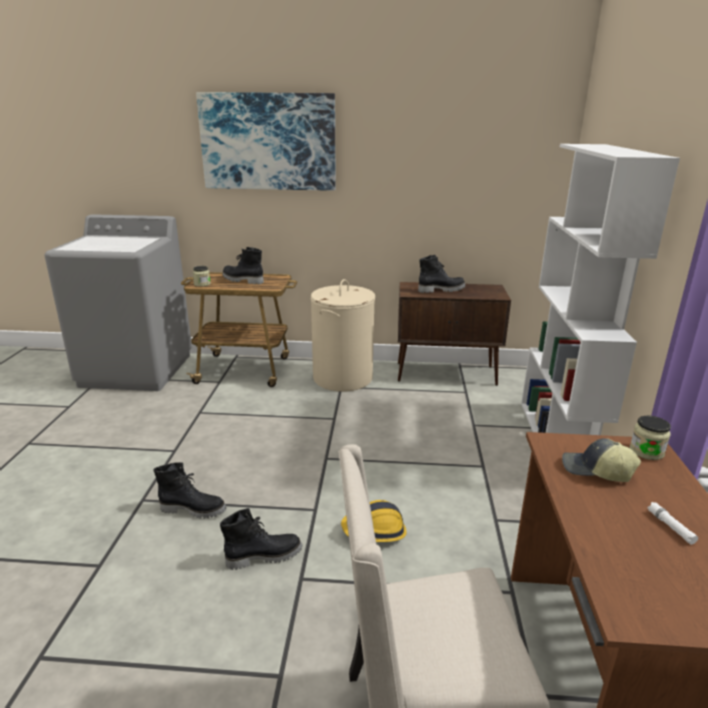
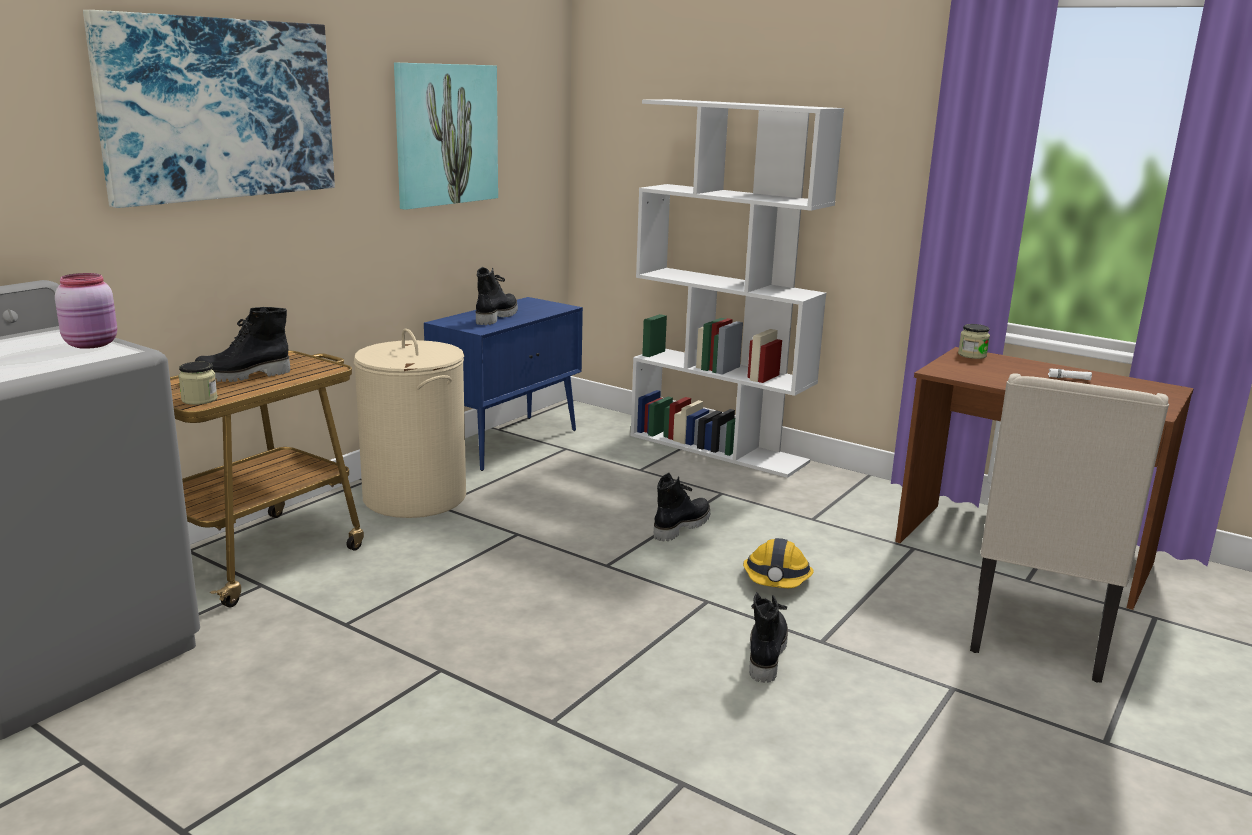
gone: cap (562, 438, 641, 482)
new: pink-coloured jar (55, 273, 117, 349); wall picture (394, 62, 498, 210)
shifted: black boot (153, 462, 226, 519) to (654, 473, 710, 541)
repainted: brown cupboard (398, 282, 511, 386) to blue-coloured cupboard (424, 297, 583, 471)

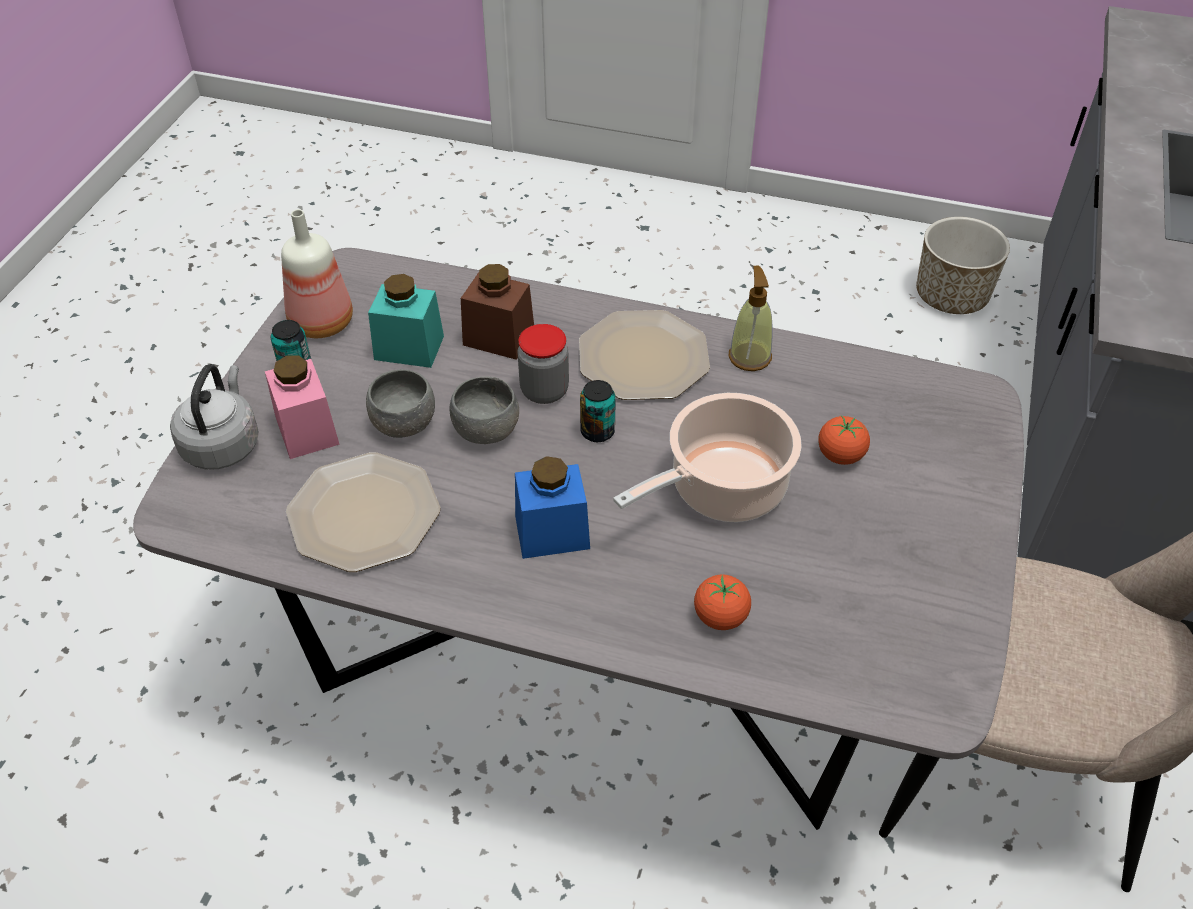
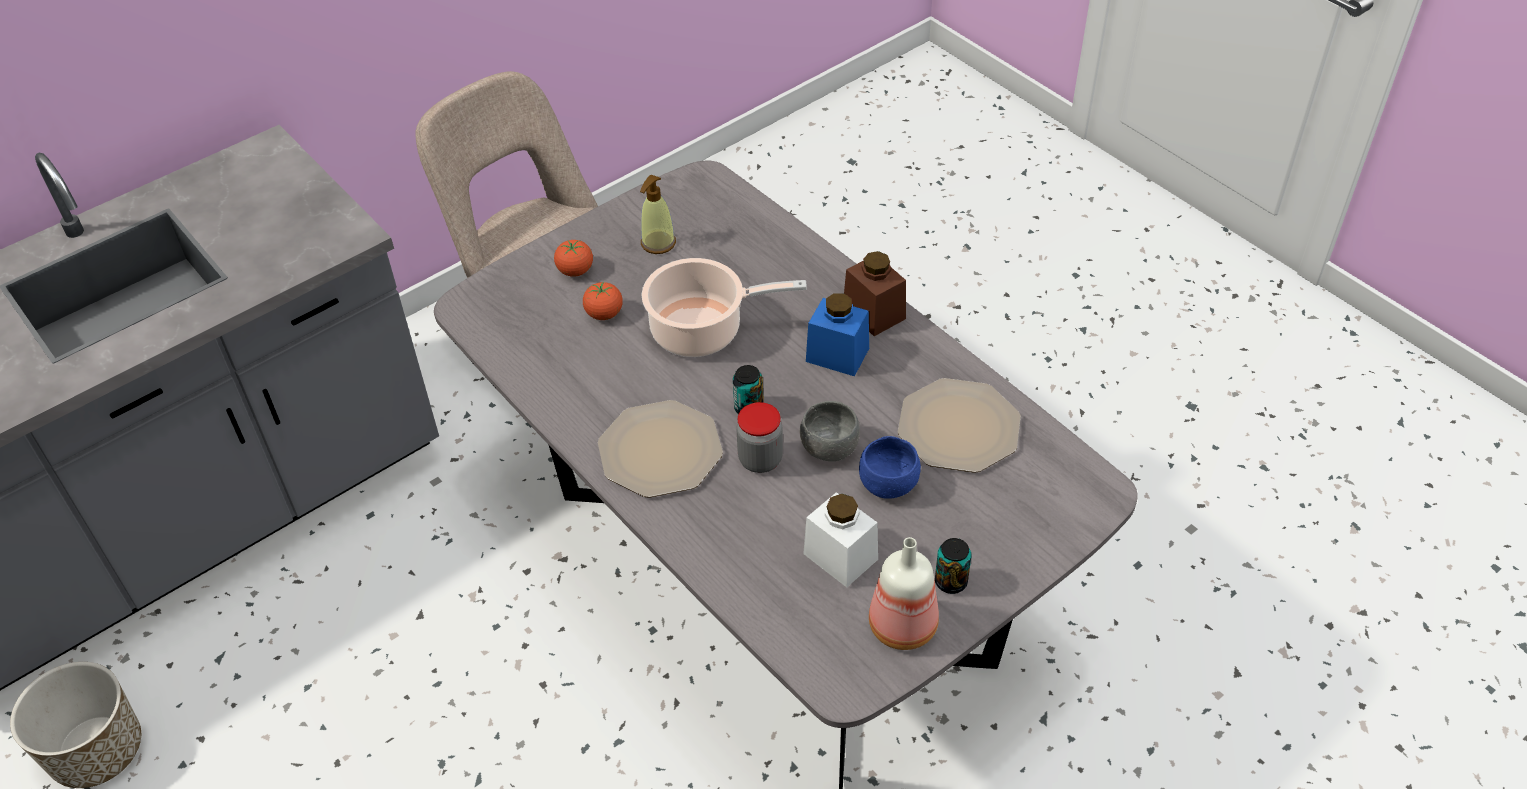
gone: gray kettle (170, 364, 259, 470); pink-coloured jar (265, 355, 340, 459)
shifted: fresh tomato (694, 574, 751, 630) to (554, 240, 593, 276); liquid soap bottle (729, 266, 773, 371) to (640, 175, 676, 254); brown jar (461, 264, 534, 360) to (844, 251, 906, 336)
repainted: blue-green jar (368, 274, 444, 368) to whitish jar (803, 492, 878, 588); gray deep dish (366, 369, 435, 438) to blue-coloured deep dish (859, 436, 921, 499)

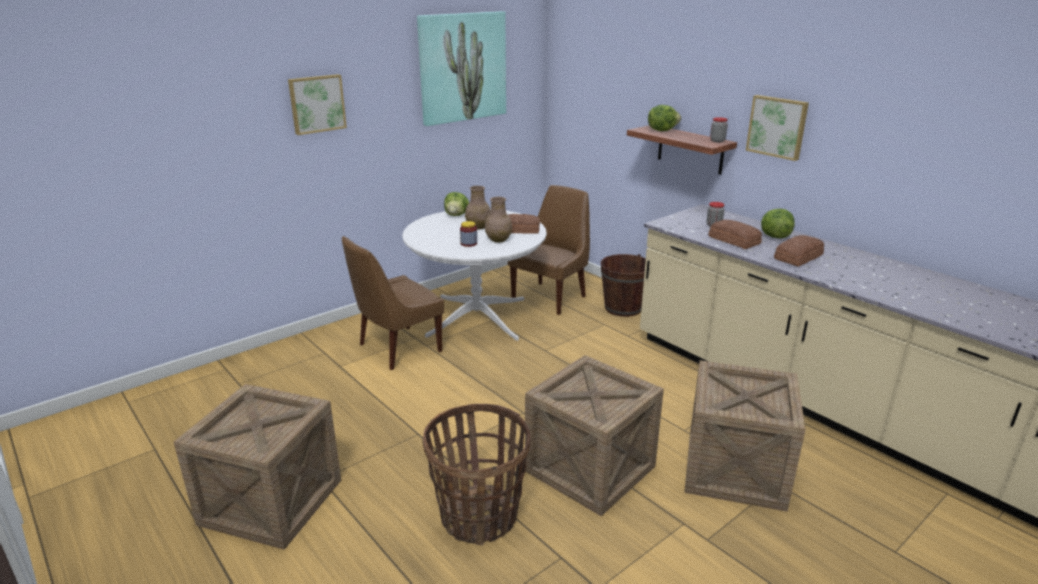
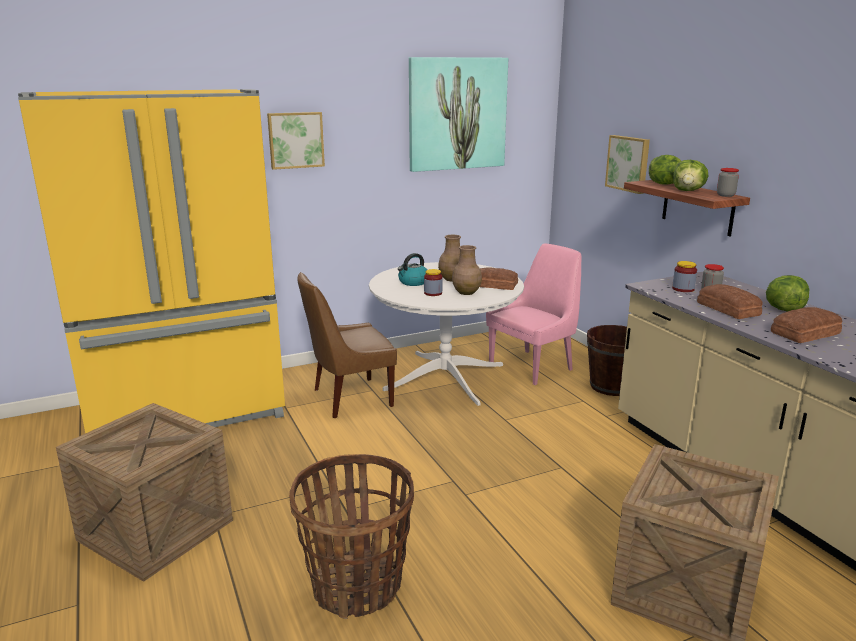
gone: packing crate (525, 355, 664, 516)
new: yellowish kitchen fridge (18, 89, 285, 433); kettle (398, 253, 427, 286); jar (672, 261, 697, 292)
shifted: wall picture (746, 95, 809, 161) to (605, 135, 650, 194); lettuce (444, 192, 469, 216) to (673, 160, 709, 191)
repainted: brown chair (507, 185, 590, 315) to pink-coloured chair (486, 243, 581, 385)

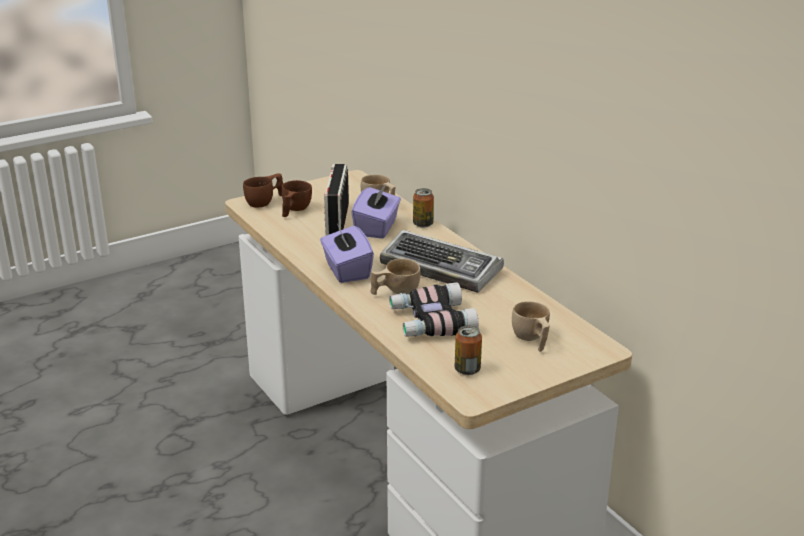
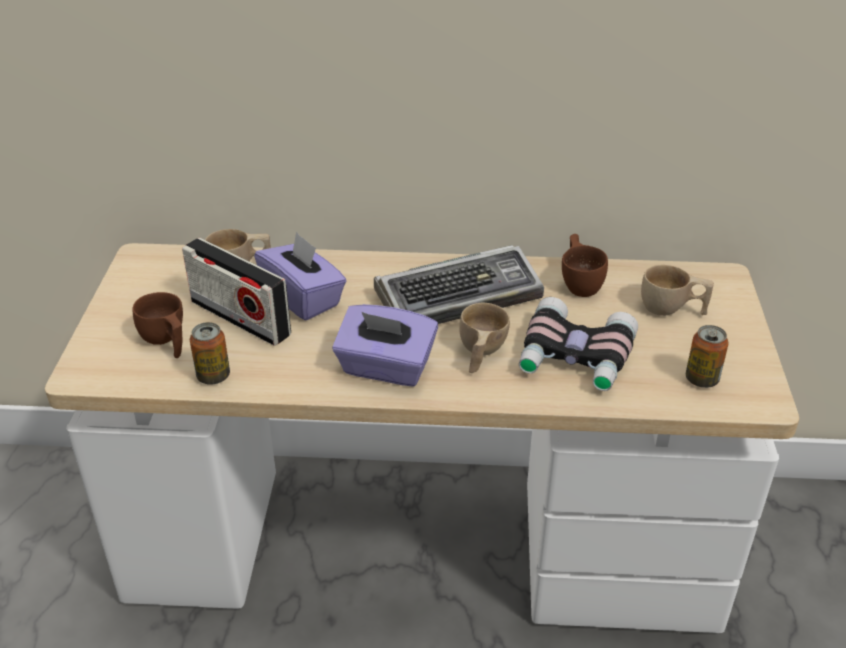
shifted: can (413, 188, 434, 227) to (190, 322, 230, 385); brown small cup (243, 174, 283, 207) to (562, 234, 608, 297)

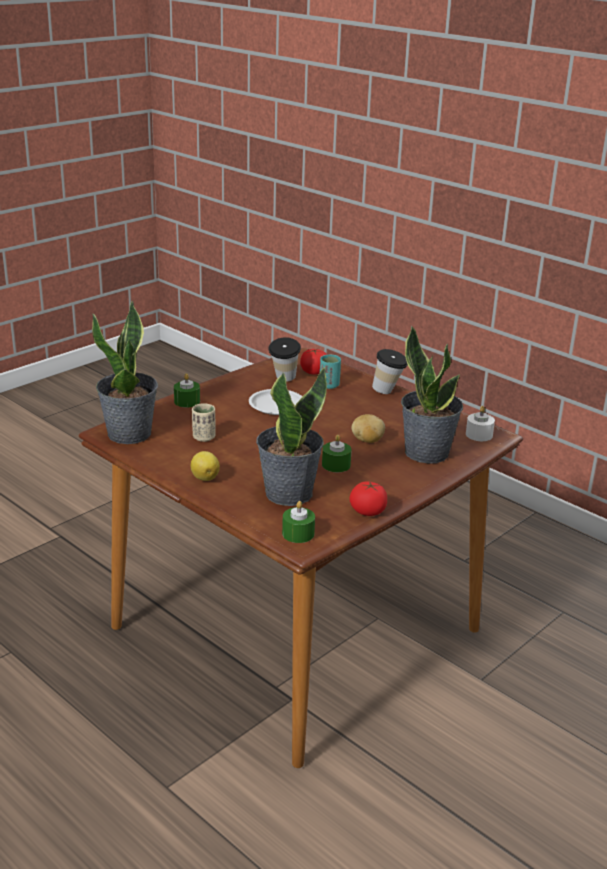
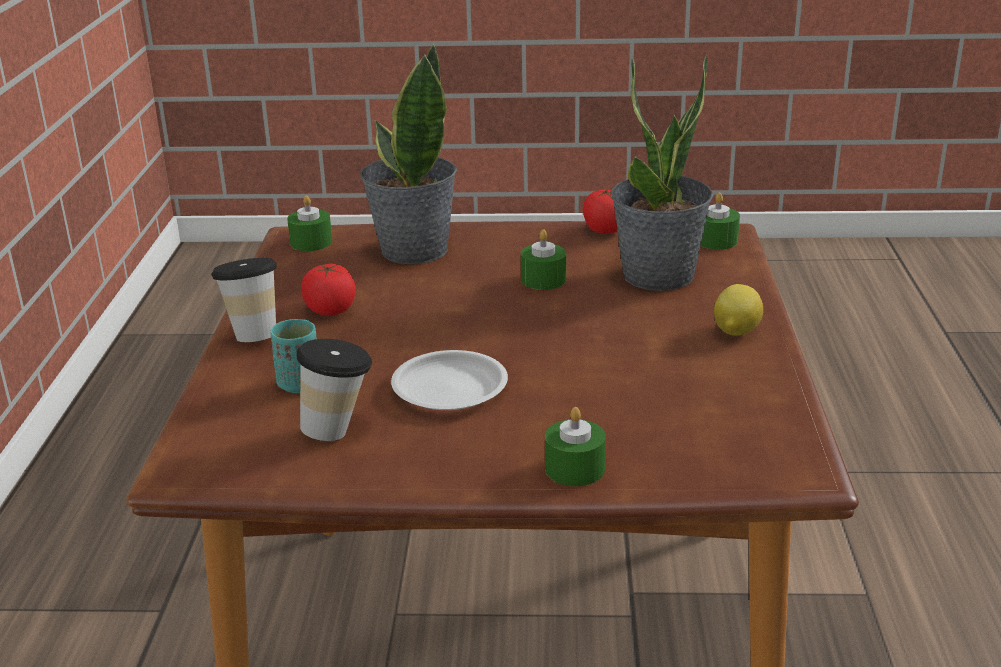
gone: houseplant (92, 300, 158, 444); beige small cup (192, 403, 216, 442); potato (352, 414, 385, 443)
shifted: fresh tomato (300, 349, 327, 375) to (301, 264, 356, 316)
repainted: whitish wax light (466, 406, 495, 441) to green-coloured wax light (287, 195, 332, 251)

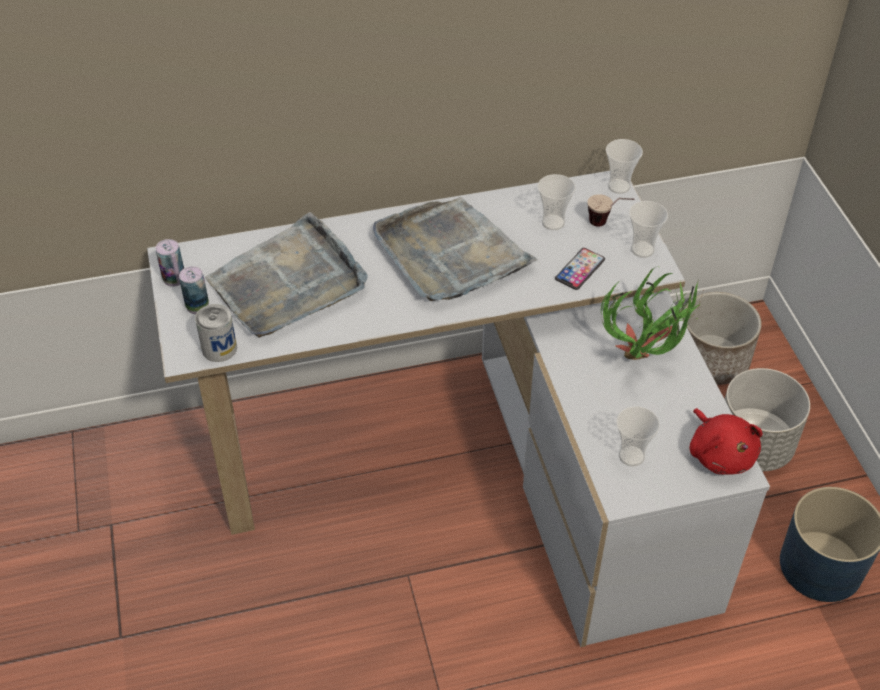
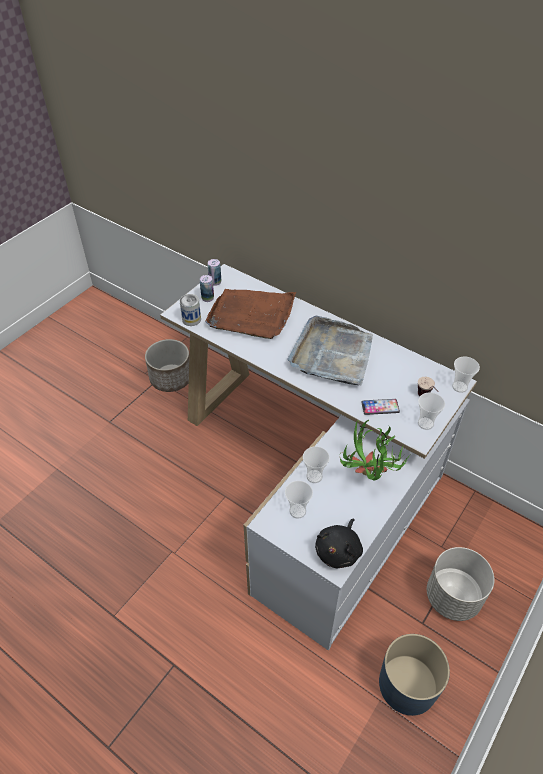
shifted: plant pot (683, 292, 762, 385) to (145, 339, 189, 392); small cup (538, 174, 576, 230) to (303, 446, 330, 483)
repainted: gray serving tray (205, 212, 368, 338) to brown serving tray (205, 289, 296, 339); red plush toy (690, 408, 763, 475) to black plush toy (315, 519, 363, 568)

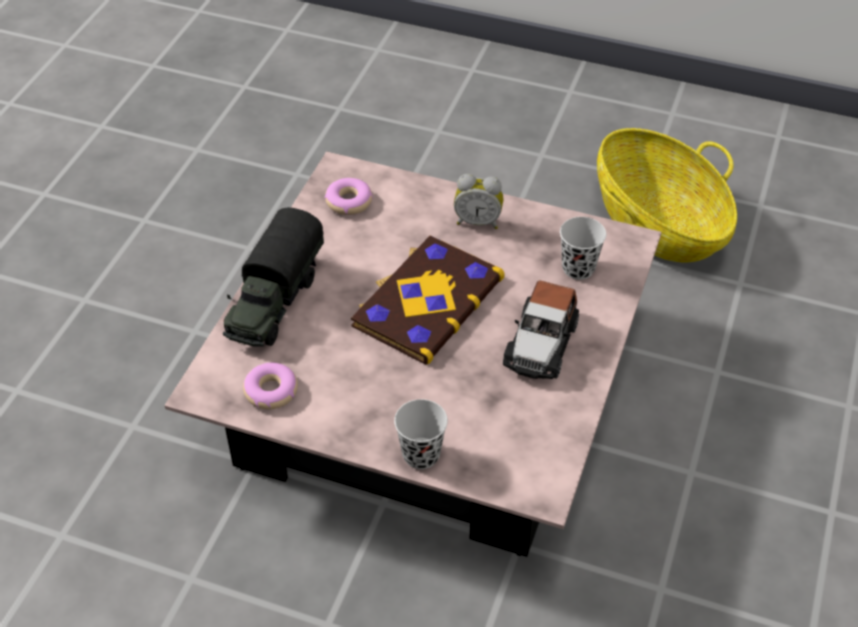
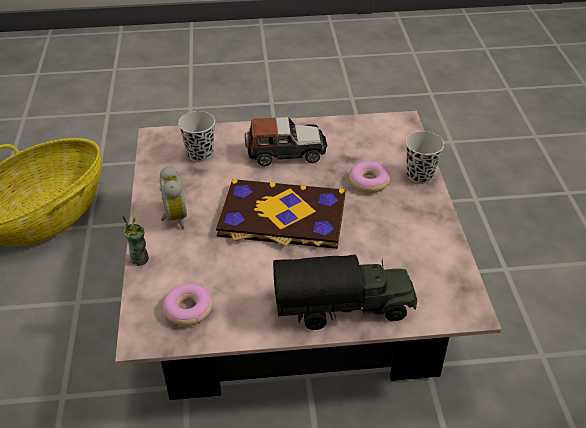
new: small cup (123, 216, 149, 266)
shifted: doughnut (243, 363, 298, 409) to (349, 161, 391, 193)

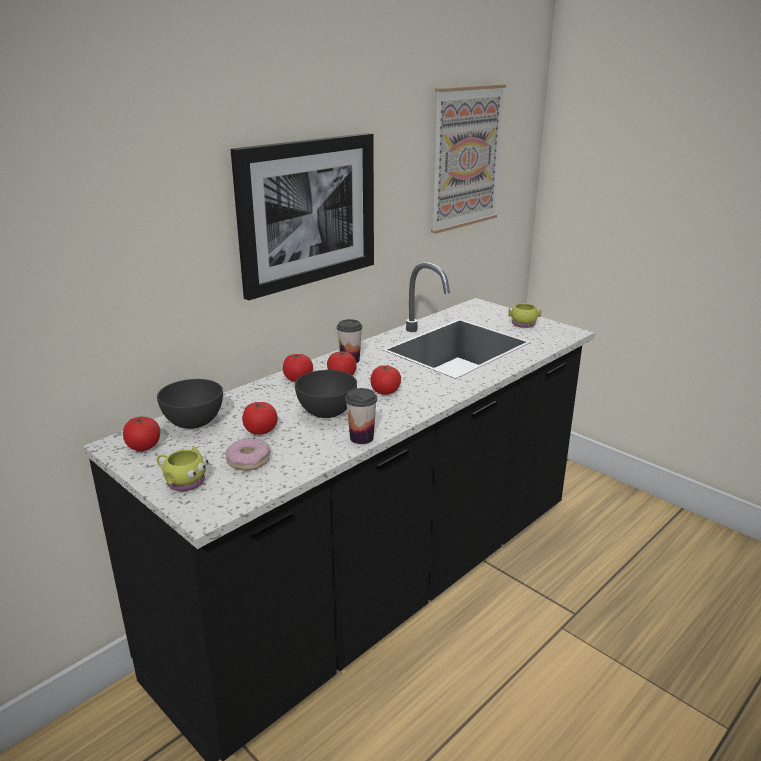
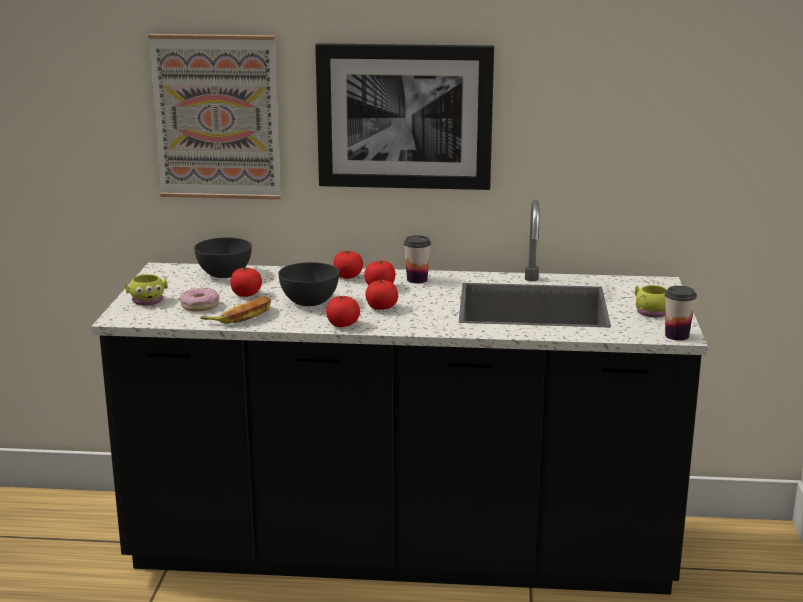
new: whole banana (200, 296, 271, 324)
shifted: wall picture (431, 84, 506, 234) to (148, 34, 281, 200); fresh tomato (123, 417, 160, 451) to (326, 295, 360, 327); small cup (345, 388, 377, 444) to (665, 286, 697, 341)

